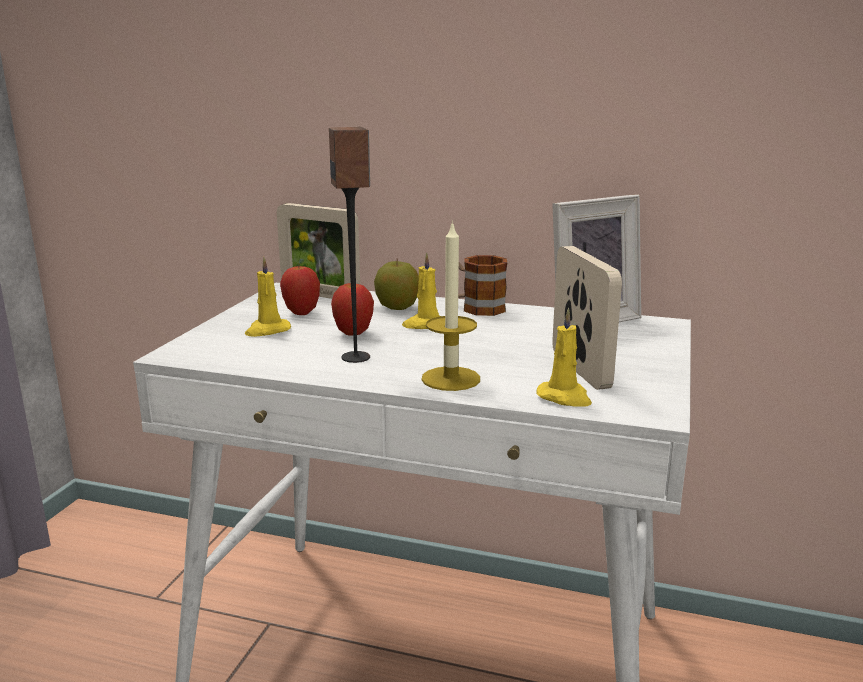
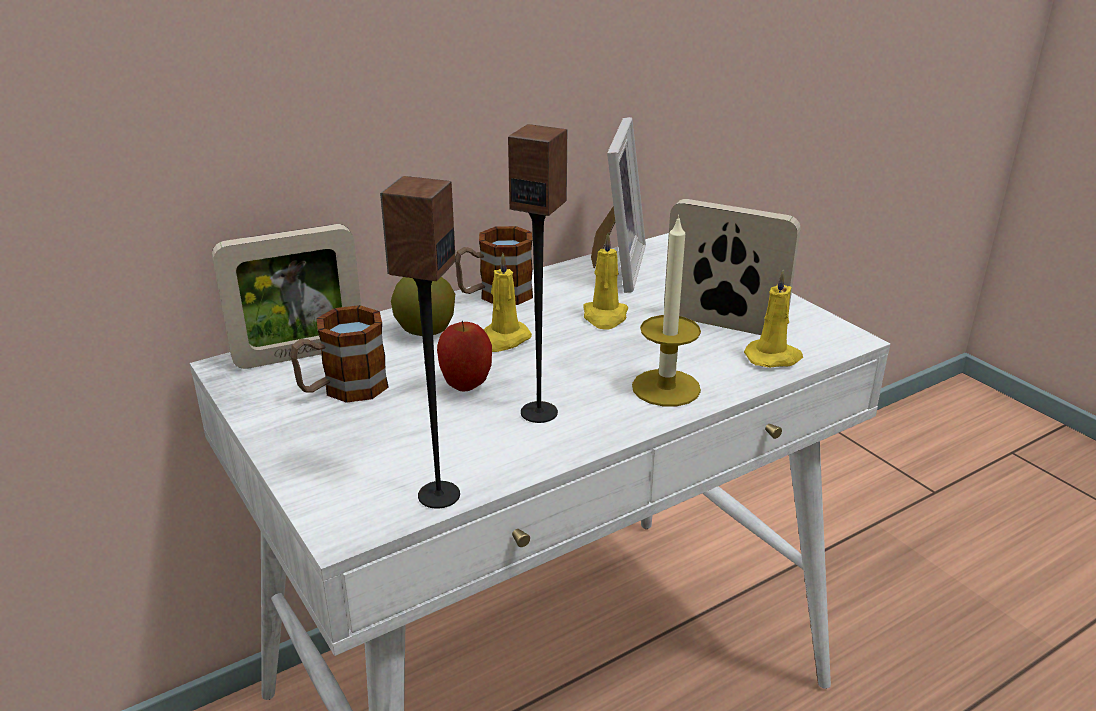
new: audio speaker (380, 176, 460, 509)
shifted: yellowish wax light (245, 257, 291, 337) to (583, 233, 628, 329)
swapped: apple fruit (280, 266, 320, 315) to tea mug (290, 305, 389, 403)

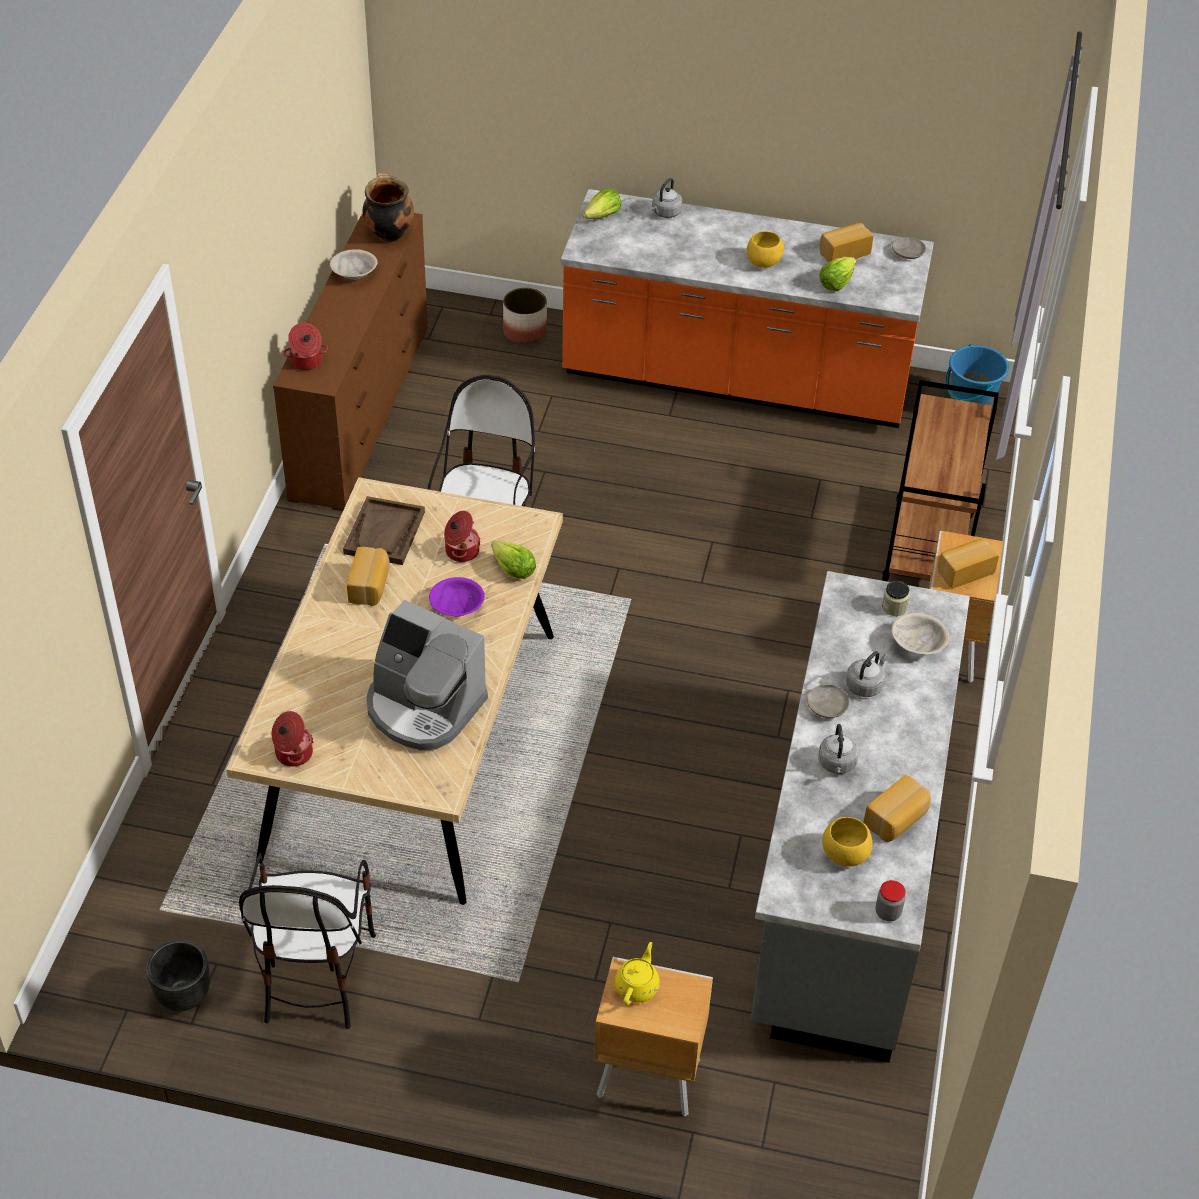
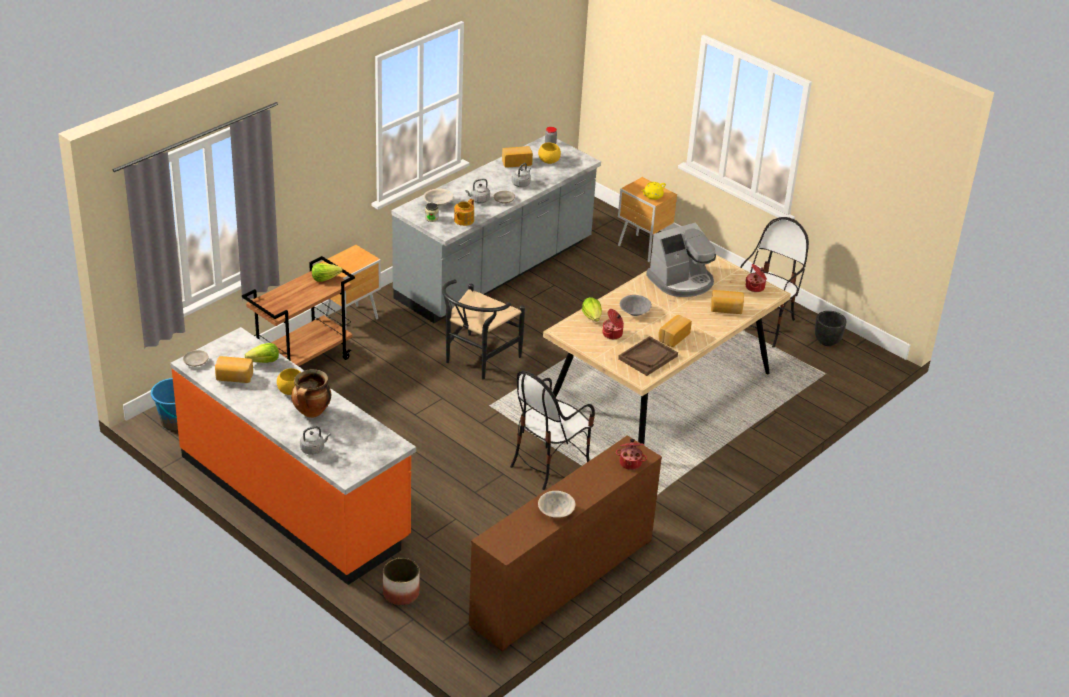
new: black chair (442, 279, 525, 380); pot for tea (454, 199, 474, 226)
shifted: saucepot (363, 173, 414, 242) to (291, 369, 331, 418); lettuce (583, 189, 622, 219) to (312, 263, 343, 282); baked bread (937, 539, 999, 588) to (711, 290, 744, 314)
repainted: purplish deep dish (429, 577, 485, 616) to gray deep dish (620, 295, 652, 316)
rotated: coffee brewer (366, 600, 488, 750) = (646, 223, 716, 297) 90 degrees clockwise

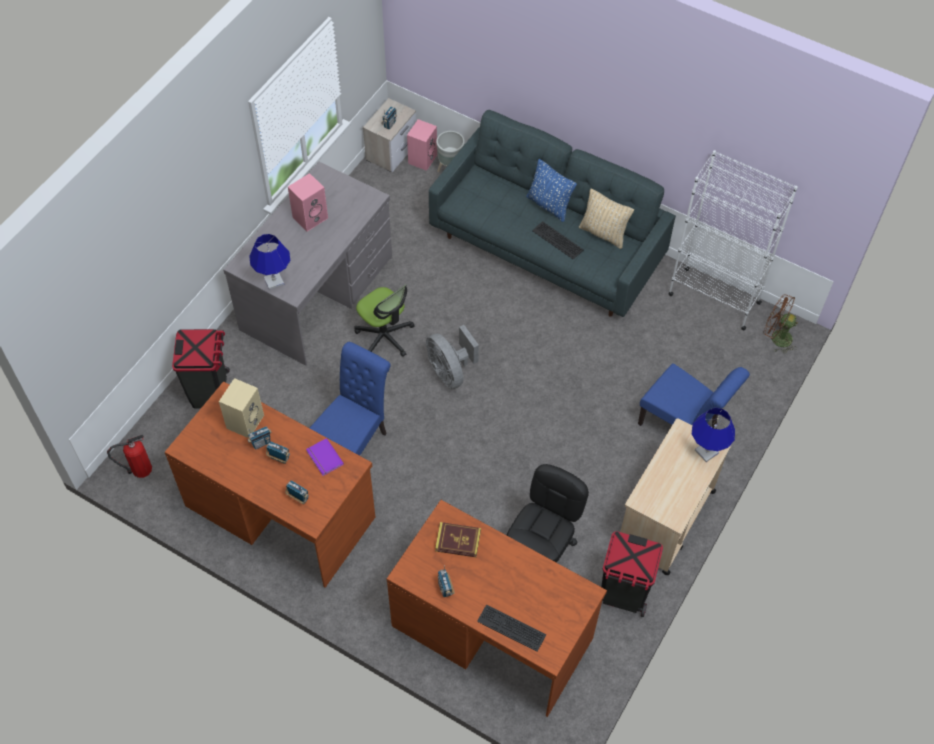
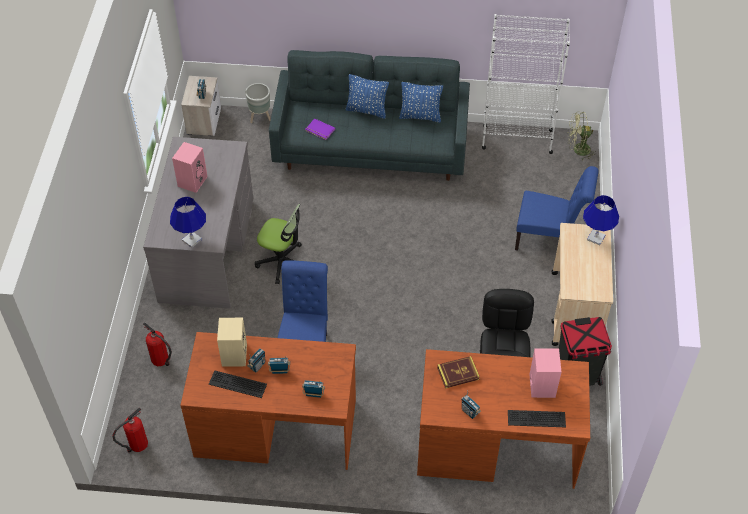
gone: gray electric fan (426, 325, 479, 389)
shifted: PC keyboard (532, 221, 583, 260) to (209, 371, 267, 398); purplish book (306, 438, 344, 476) to (305, 119, 335, 140); pink-coloured audio speaker (407, 119, 437, 171) to (529, 348, 561, 398)
swapped: black waste bin (172, 329, 230, 408) to fire-fighting cylinder (143, 322, 172, 366)
repainted: beige throw pillow (579, 189, 634, 249) to blue-coloured throw pillow (399, 82, 443, 123); brown electric fan (764, 294, 798, 354) to green-coloured electric fan (567, 112, 596, 160)

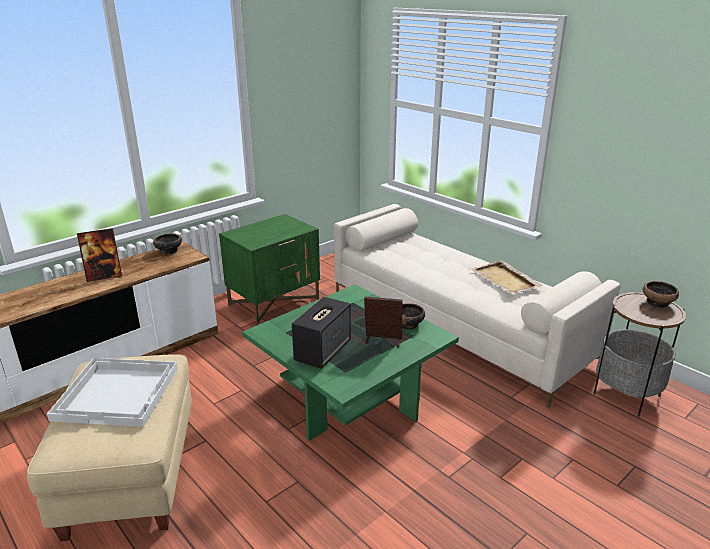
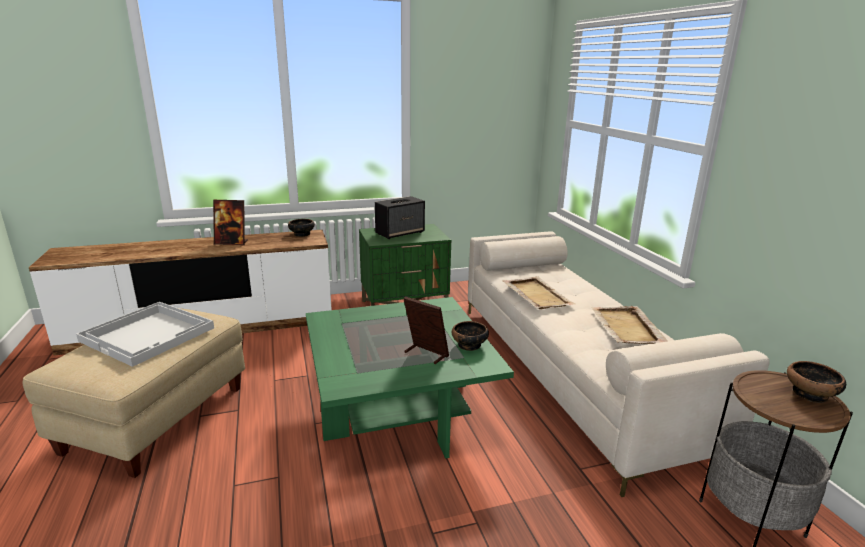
new: beige serving tray (502, 276, 576, 309)
shifted: audio speaker (292, 297, 351, 369) to (375, 196, 425, 239)

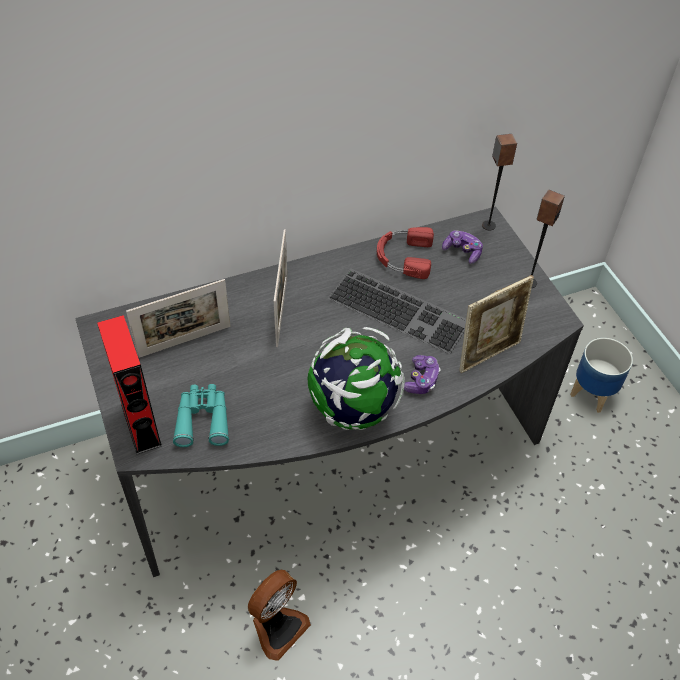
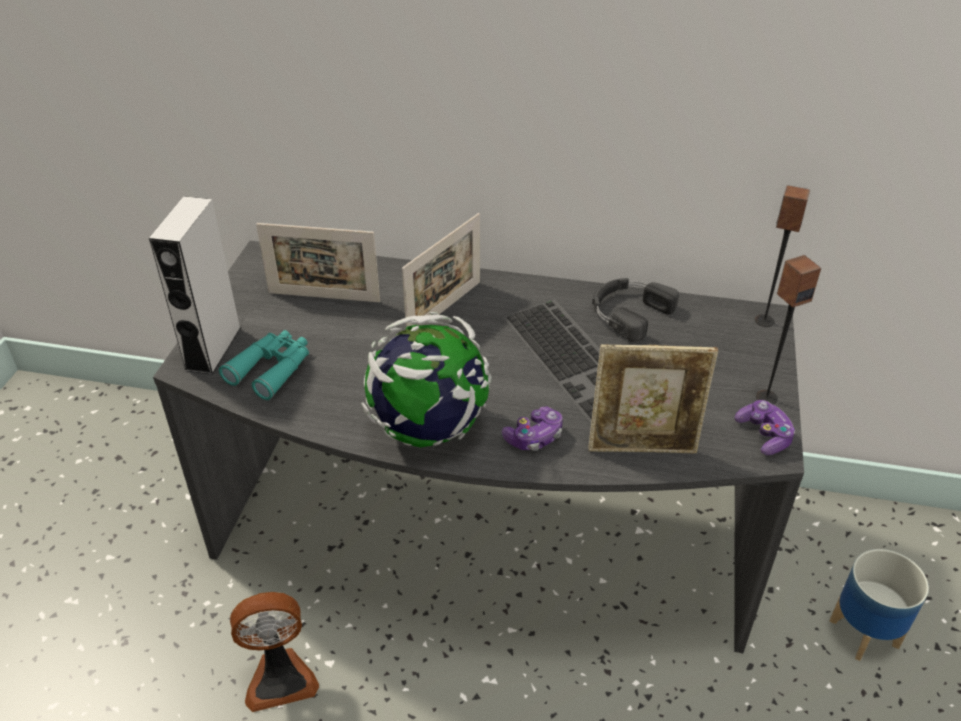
shifted: game controller (442, 230, 483, 264) to (735, 400, 795, 455)
repainted: red audio speaker (97, 315, 162, 454) to gray audio speaker (149, 196, 241, 375); red headphones (377, 227, 434, 279) to black headphones (592, 278, 679, 342)

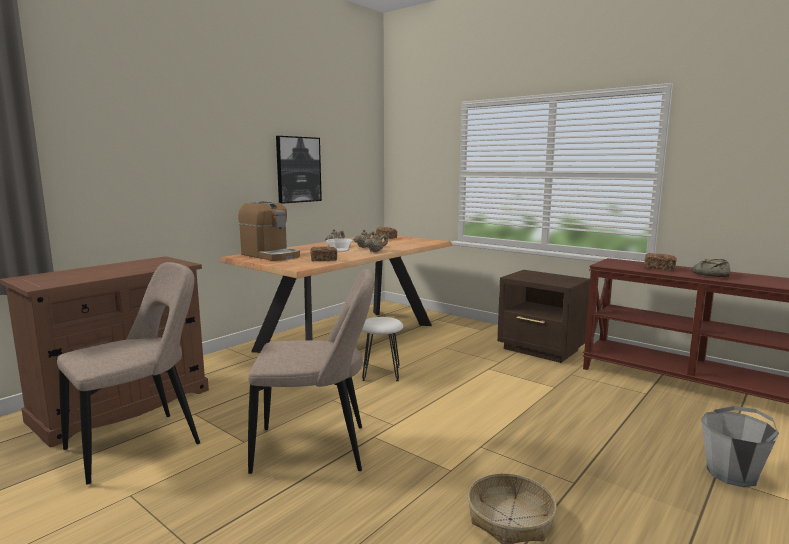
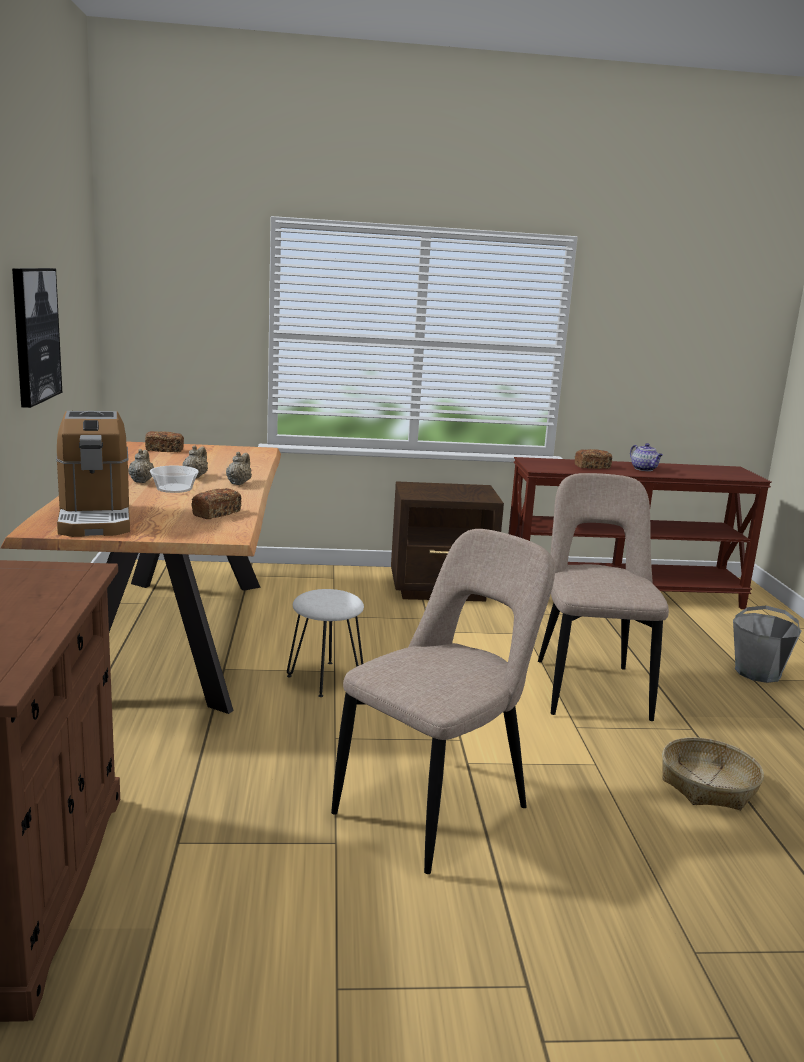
shifted: beige chair (57, 262, 200, 485) to (538, 473, 669, 721)
swapped: baked bread (692, 259, 730, 277) to pot for tea (630, 443, 663, 471)
rotated: coffee brewer (238, 201, 300, 261) = (56, 411, 130, 537) 75 degrees clockwise

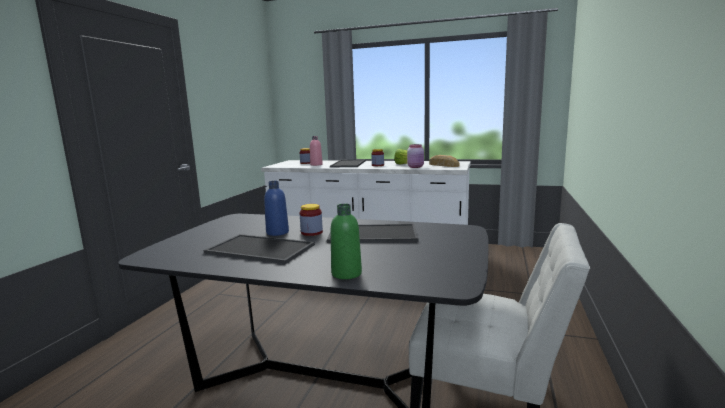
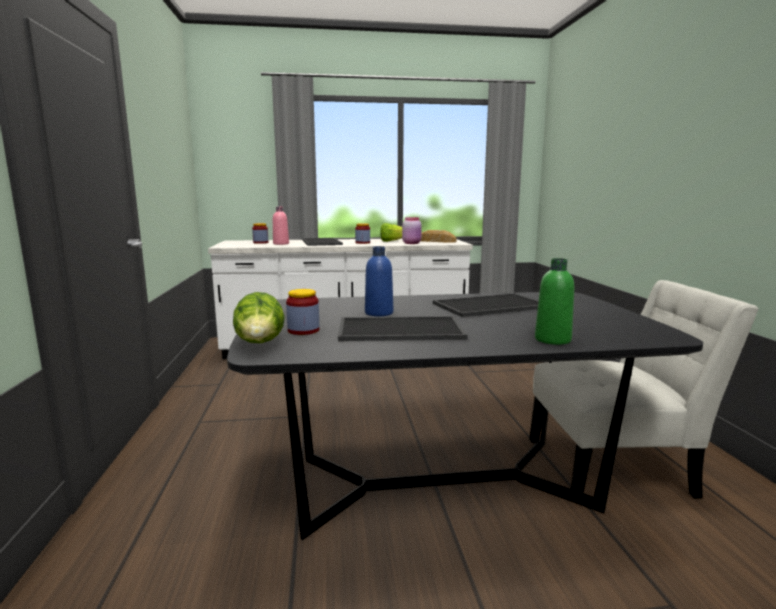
new: lettuce (233, 292, 285, 343)
shifted: jar (300, 204, 323, 236) to (286, 289, 319, 335)

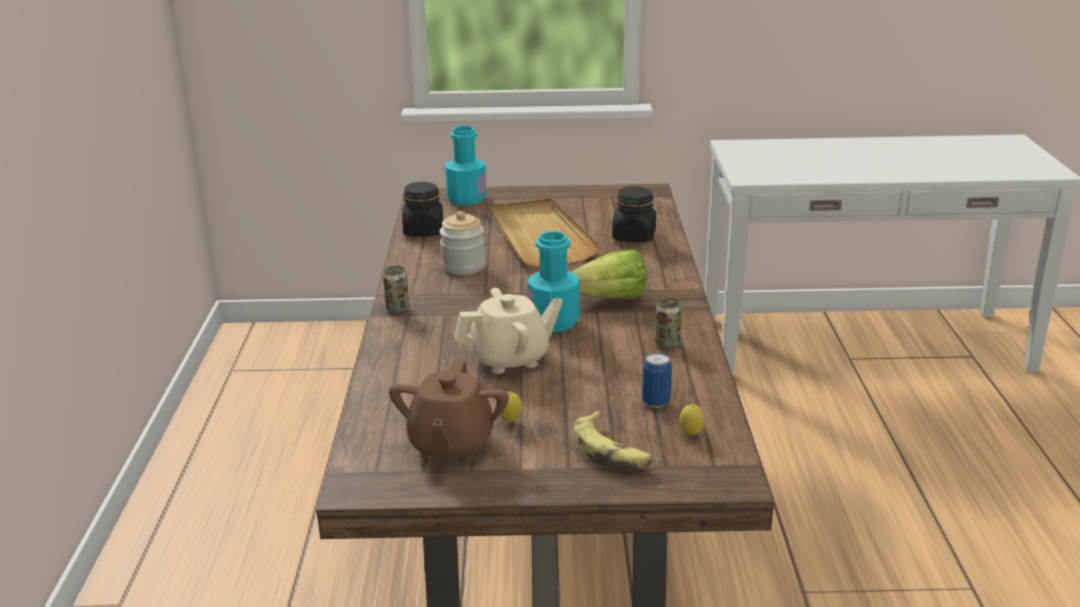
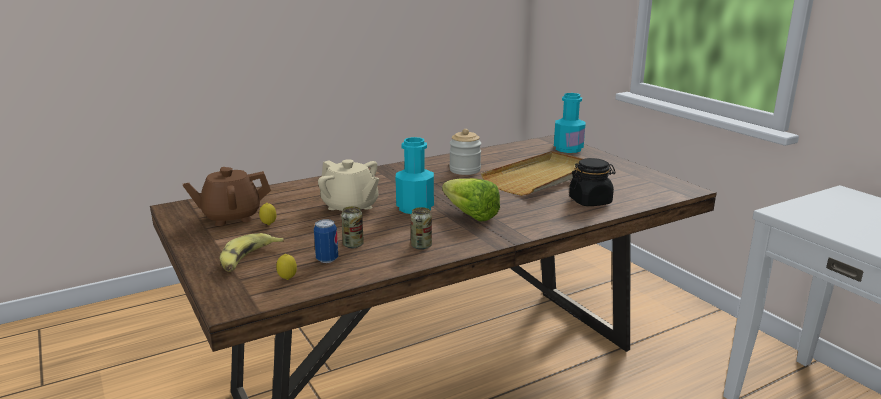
gone: black jar (402, 182, 443, 237)
shifted: can (383, 266, 409, 313) to (341, 206, 364, 248)

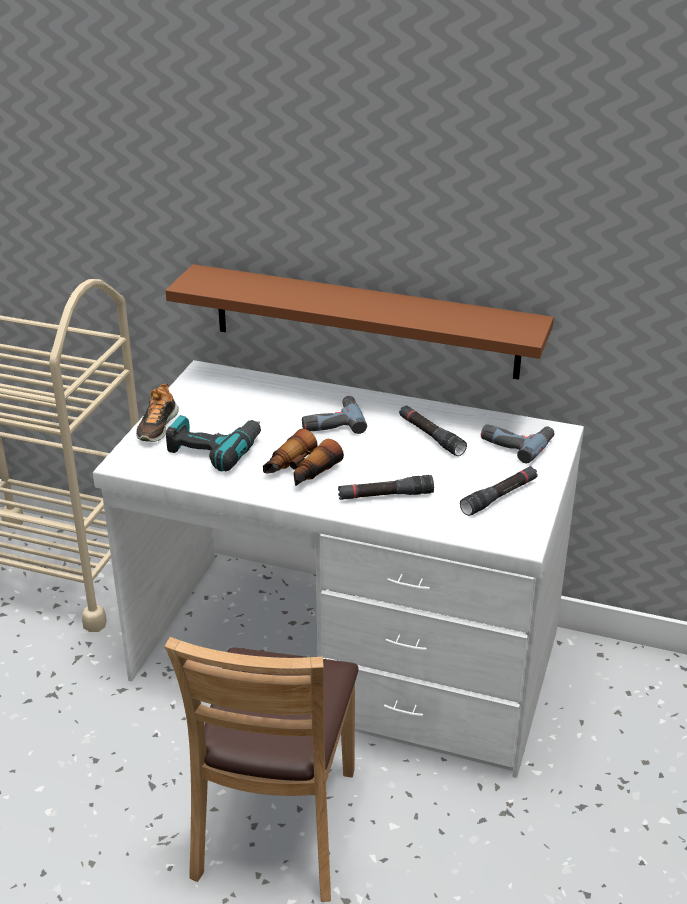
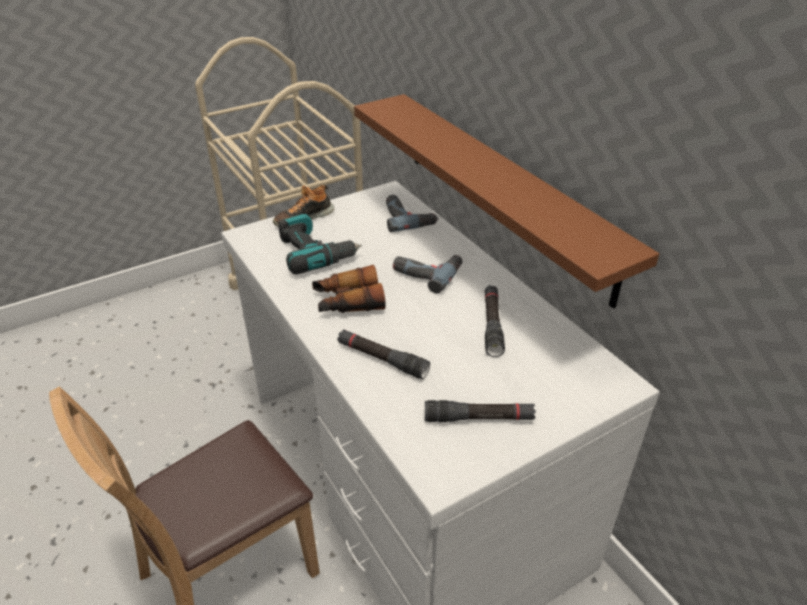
shifted: drill (481, 424, 555, 463) to (386, 195, 438, 232)

